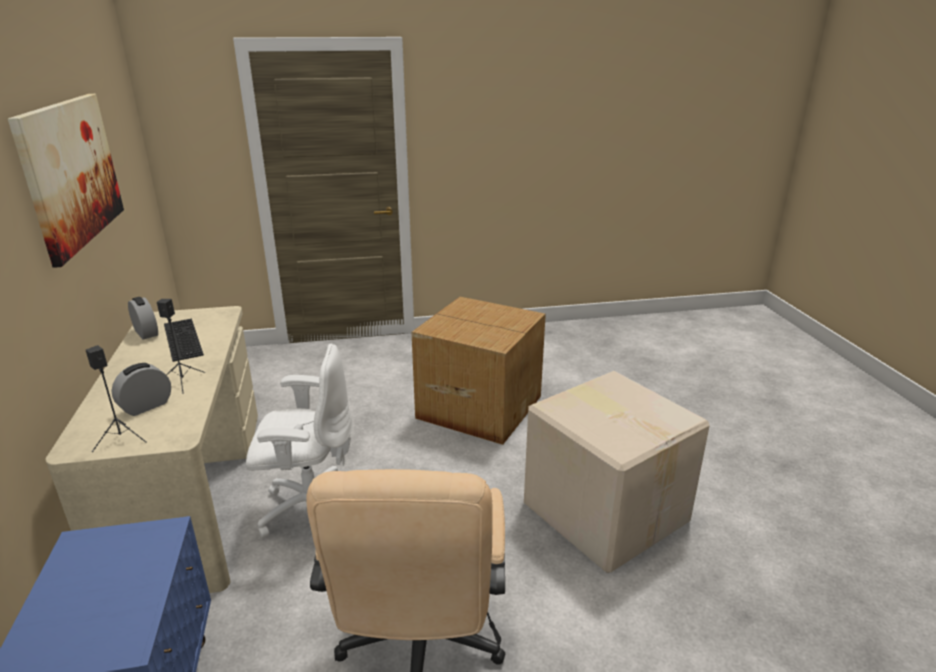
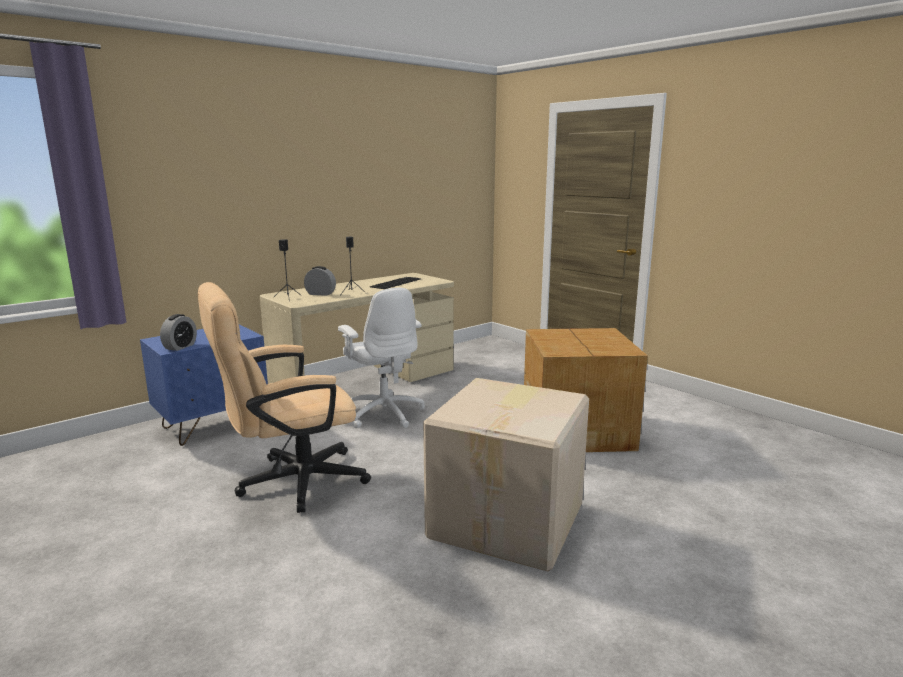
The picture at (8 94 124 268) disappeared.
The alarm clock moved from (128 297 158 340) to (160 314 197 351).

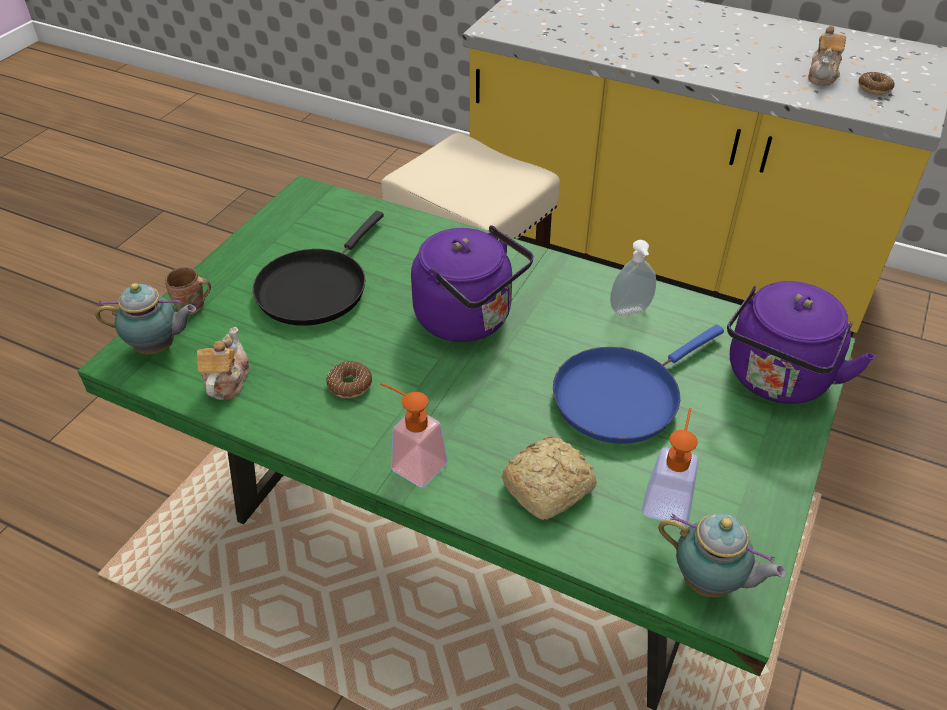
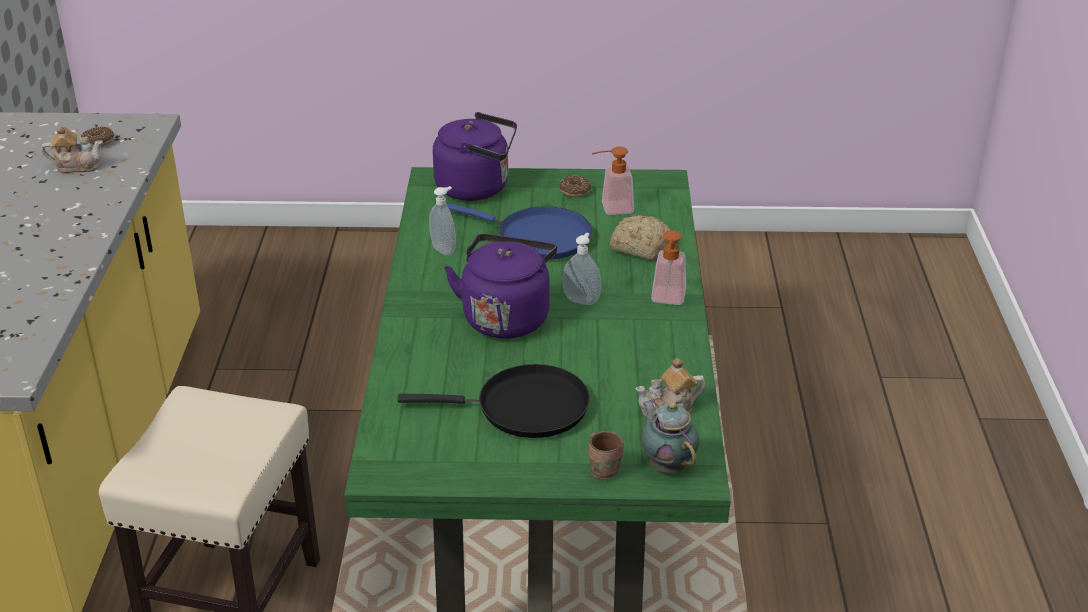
The donut moved from (326 361 372 398) to (559 175 591 197).
The teapot at (658 513 786 598) disappeared.
The soap dispenser at (563 233 602 305) appeared.

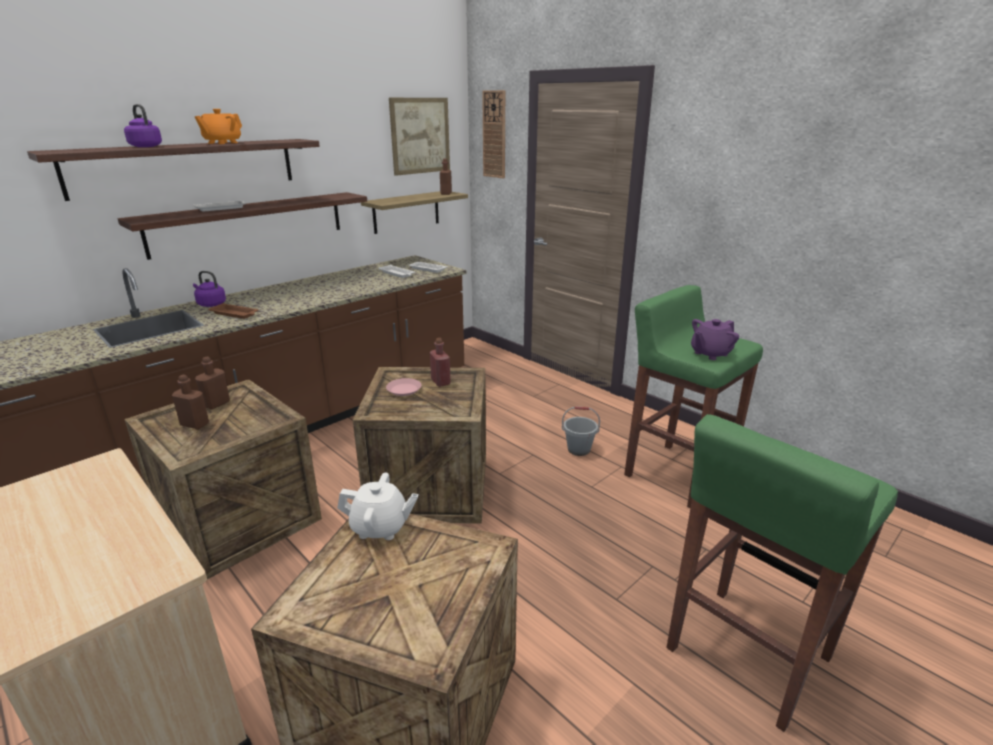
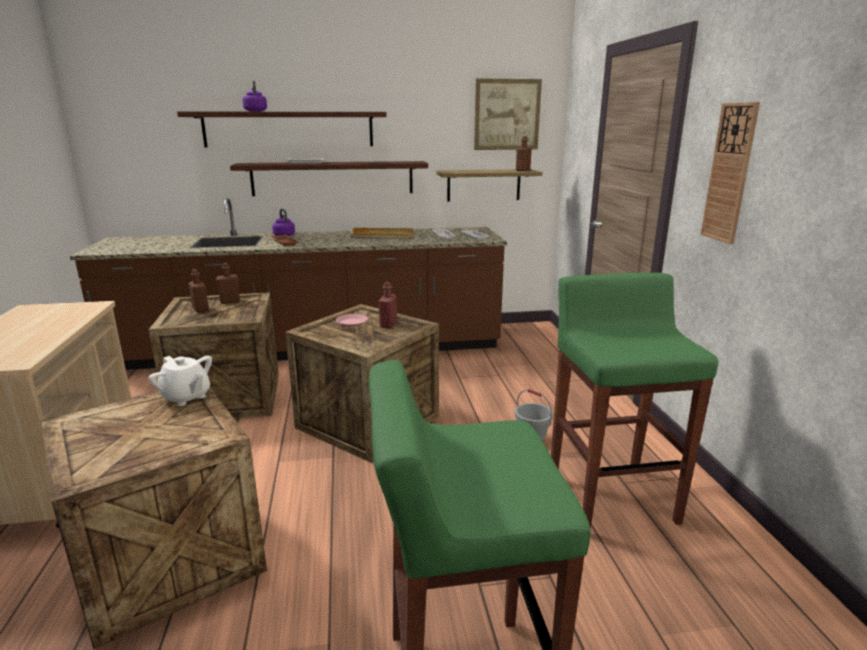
The wall clock moved from (482 90 505 178) to (701 102 760 244).
The teapot (orange) at (195 109 242 144) disappeared.
The teapot (purple) at (691 319 739 360) disappeared.
The tray (beige) at (351 228 413 239) appeared.

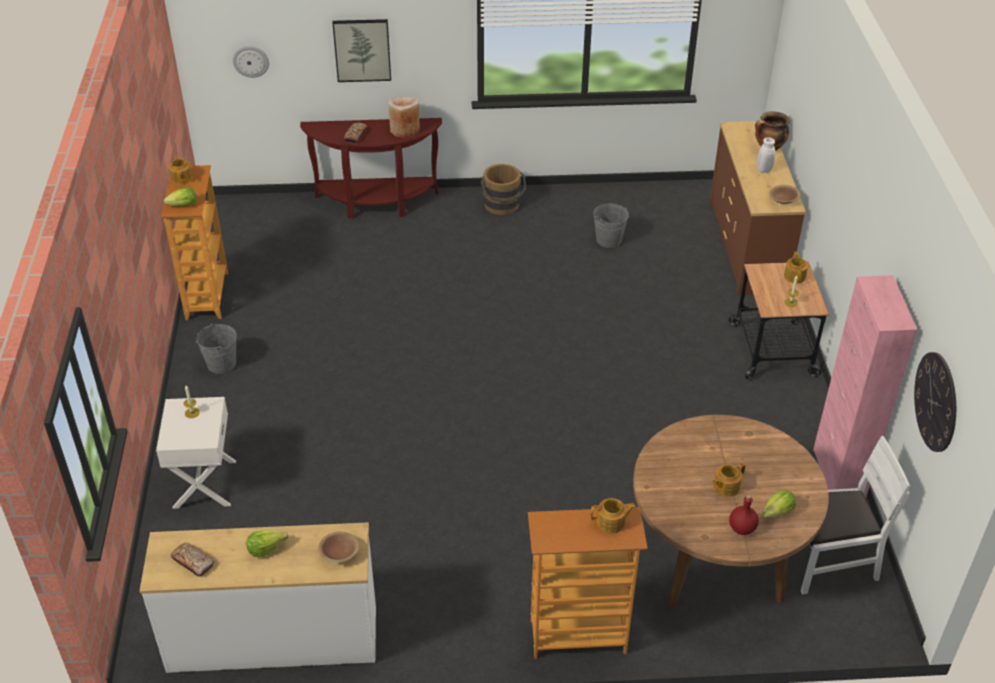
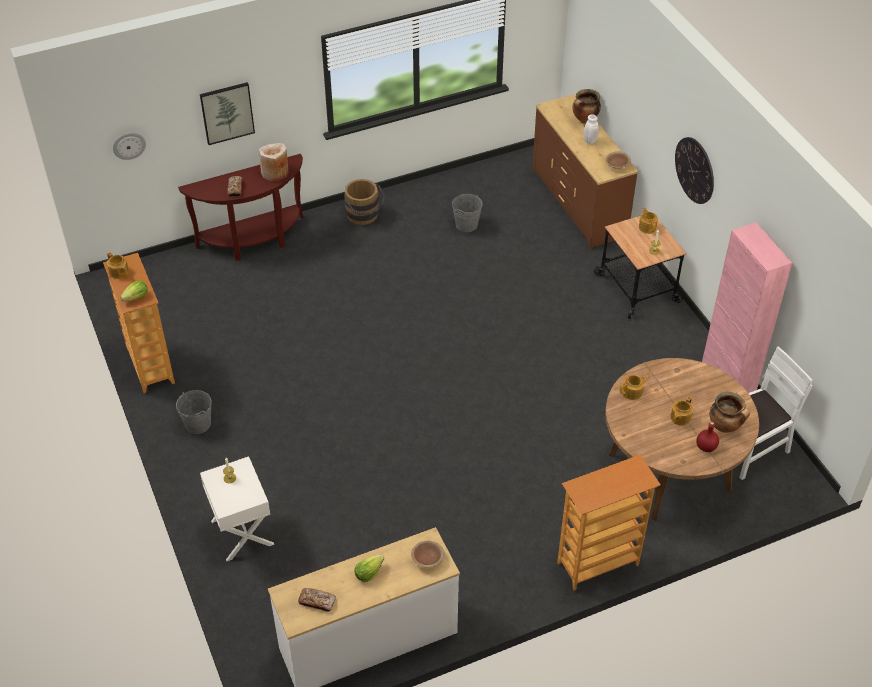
The wall clock moved from (914 352 956 452) to (675 137 714 204).
The lettuce at (762 490 796 518) was replaced by the cooking pot at (710 392 750 433).
The teapot moved from (591 498 636 534) to (620 375 649 400).

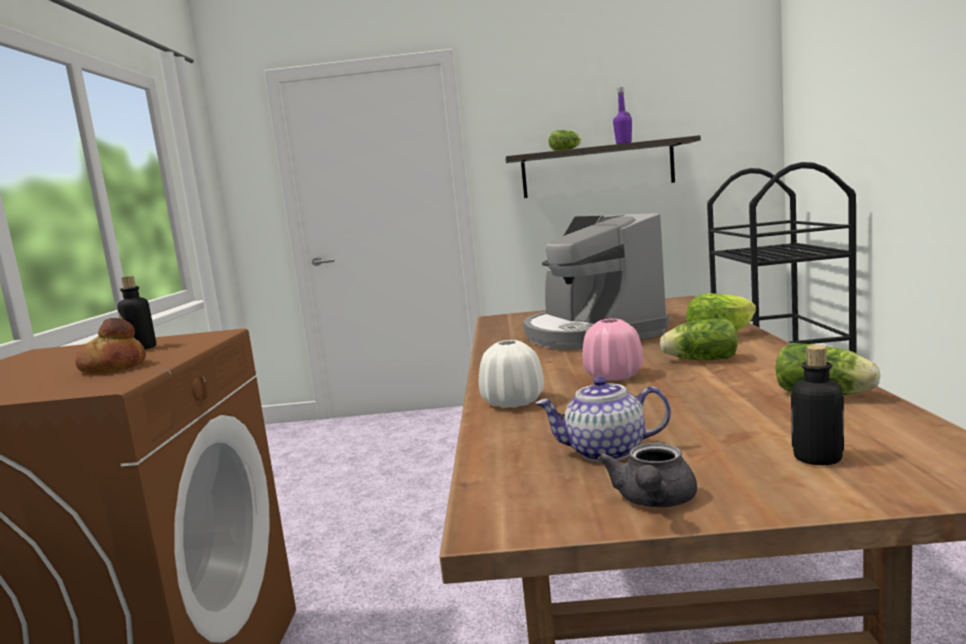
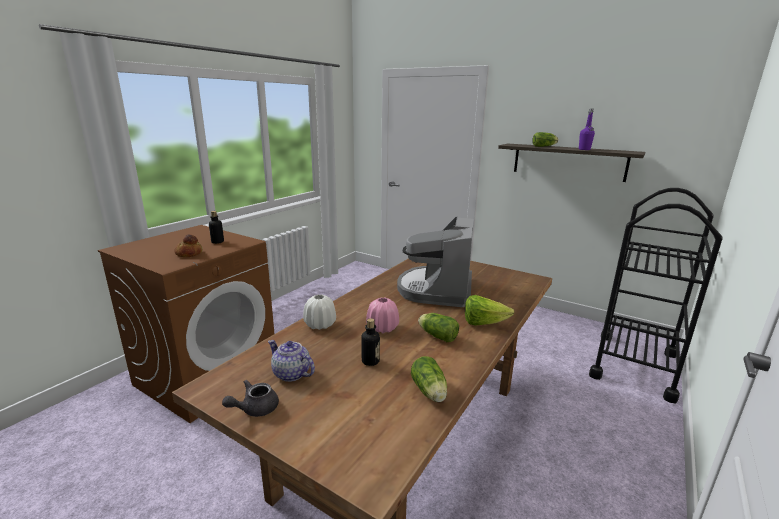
The bottle moved from (791 345 844 465) to (361 318 380 366).

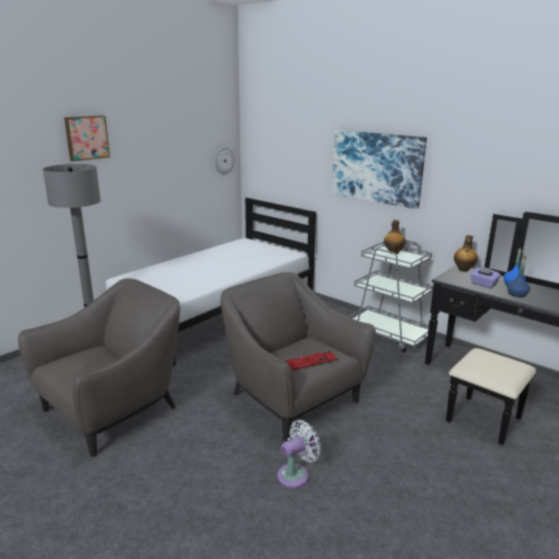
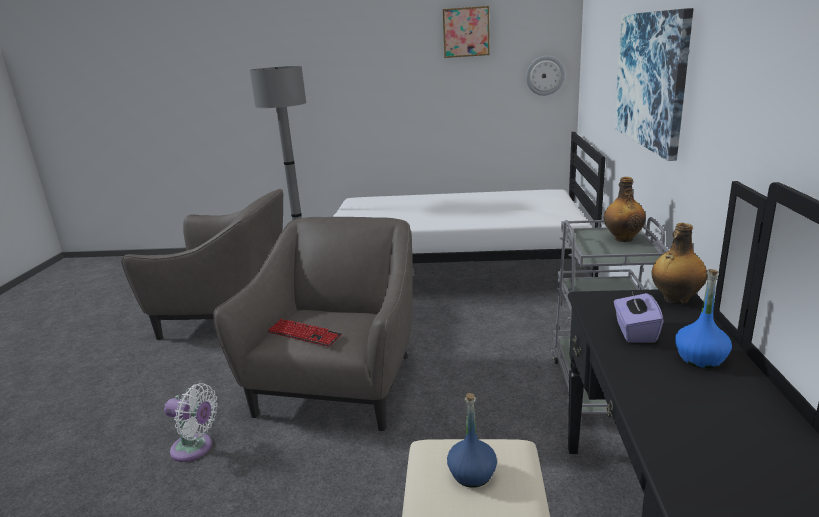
The picture moved from (64 115 110 161) to (443 6 490 58).
The bottle (blue) moved from (507 256 530 297) to (447 393 497 488).

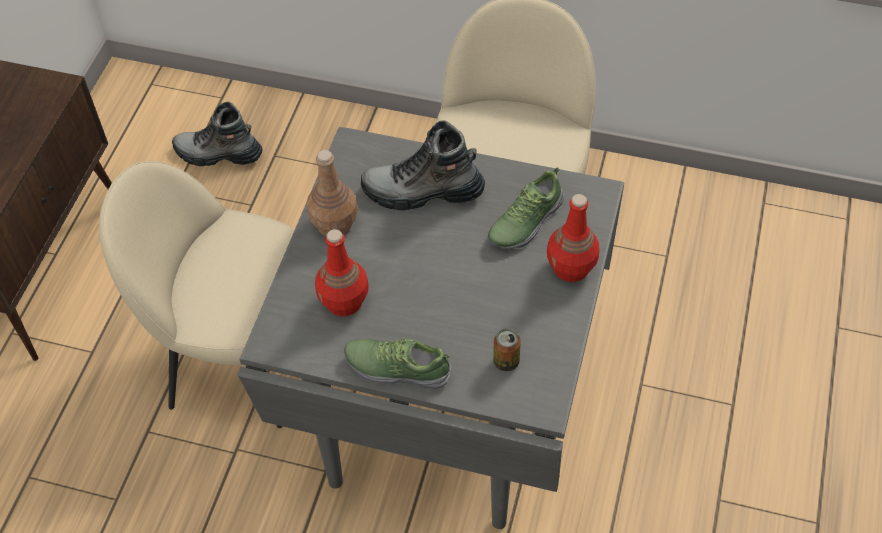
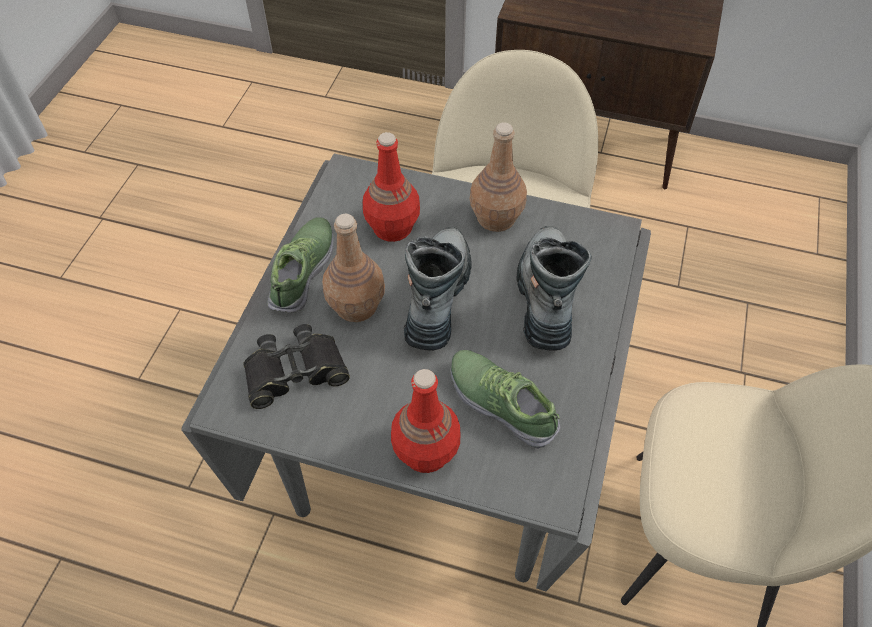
The boot moved from (172 102 263 166) to (404 227 471 351).
The can at (493 328 521 371) was replaced by the binoculars (black) at (243 324 350 409).
The bottle (brown) at (322 214 385 322) appeared.

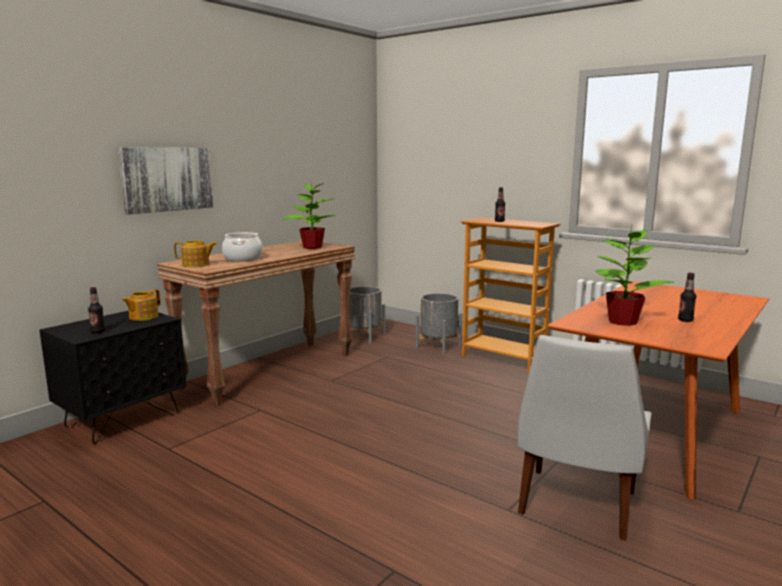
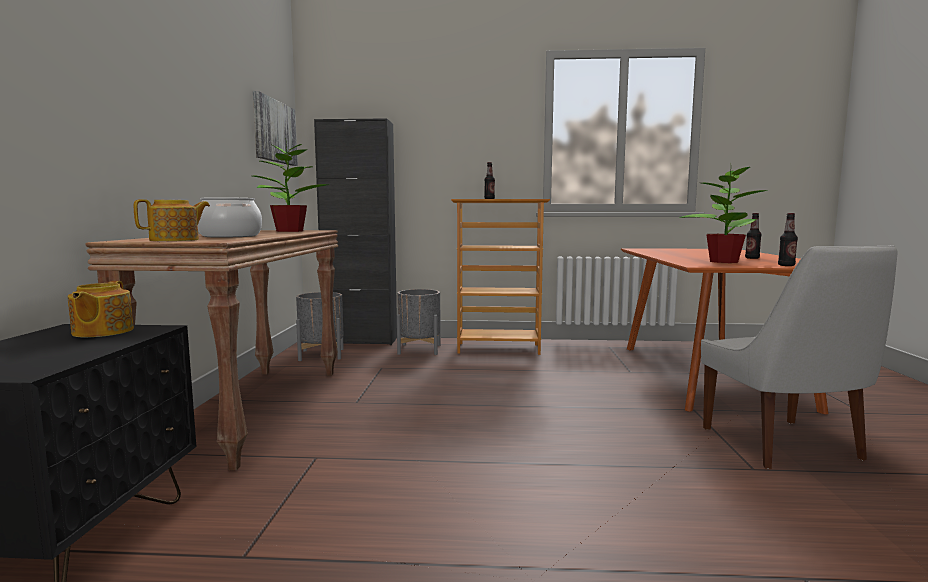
The picture moved from (118 147 214 214) to (253 91 298 166).
The bottle moved from (88 287 105 333) to (778 213 798 266).
The cabinet (black) at (314 118 397 345) appeared.

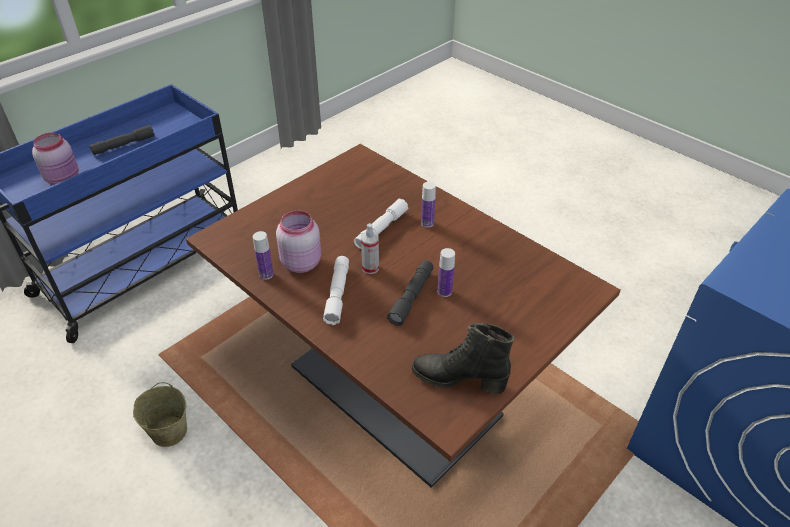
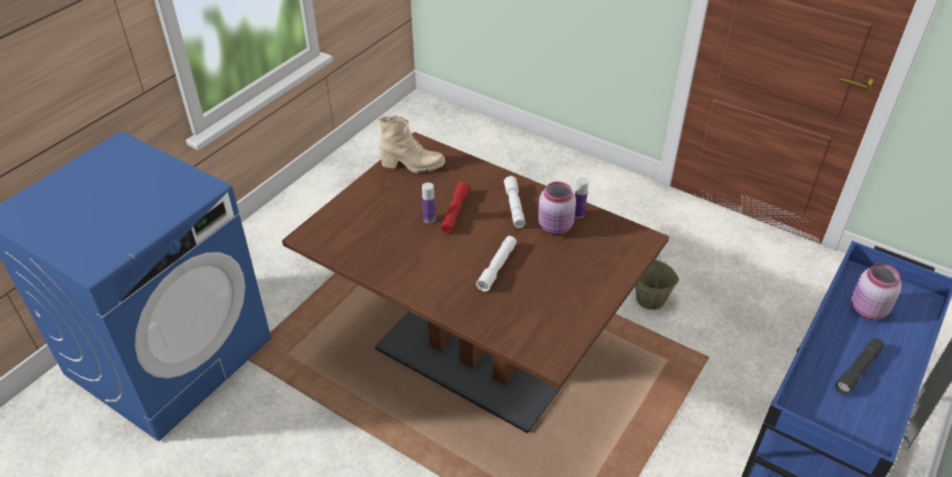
The bottle at (421 182 436 228) disappeared.
The spray bottle at (361 223 379 274) disappeared.
The flashlight (grey) at (387 260 434 326) became the flashlight (red) at (441 181 470 233).
The boot (black) at (412 323 514 394) became the boot (beige) at (379 116 445 173).

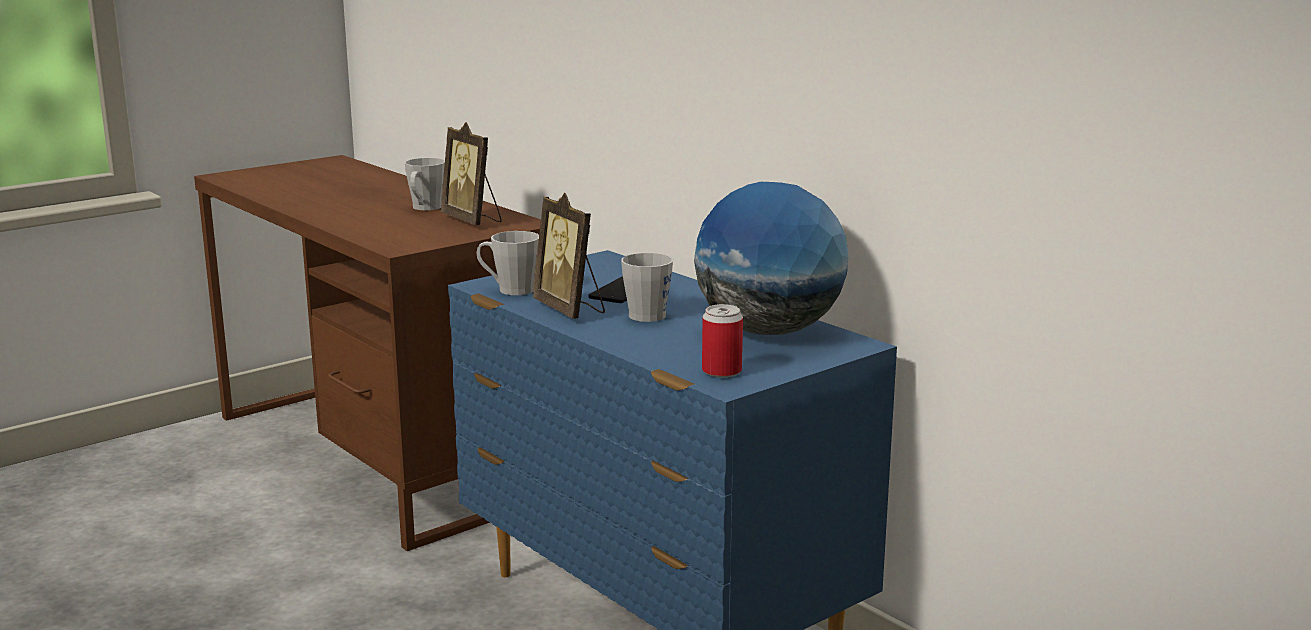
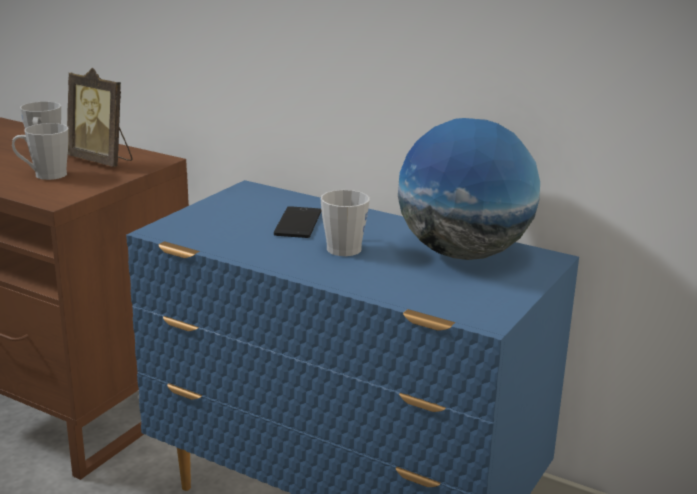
The picture frame at (533 193 605 319) disappeared.
The mug (grey) moved from (476 231 539 295) to (12 123 69 180).
The can at (702 304 743 378) disappeared.

